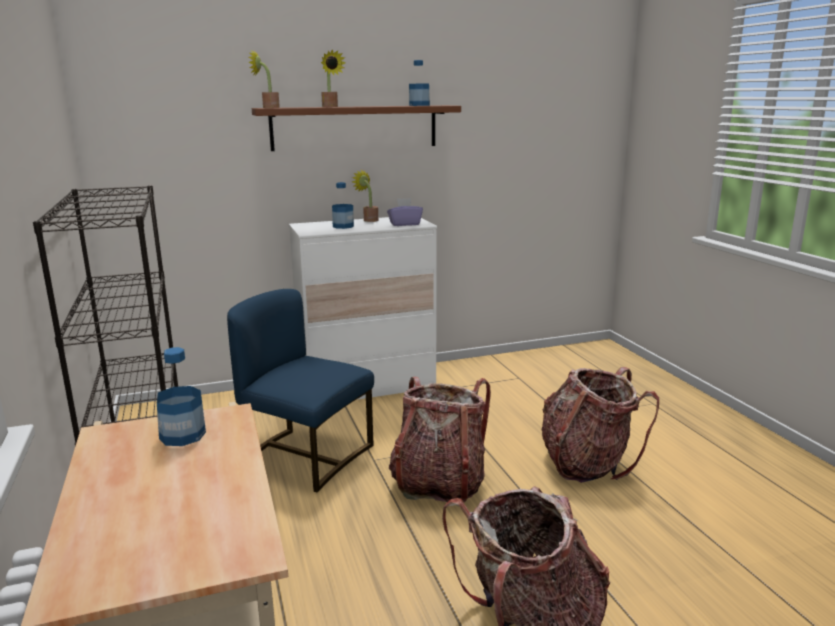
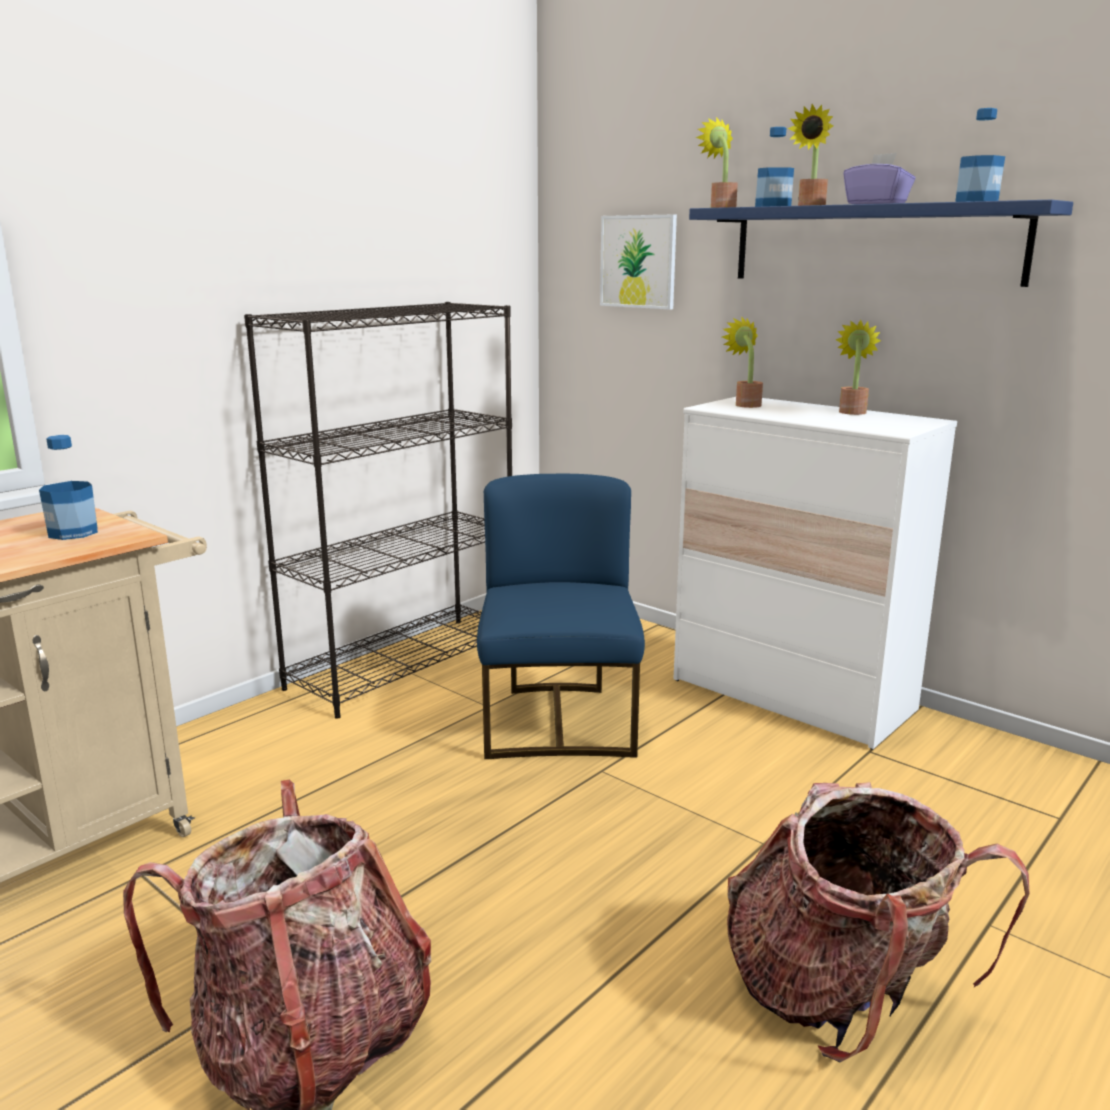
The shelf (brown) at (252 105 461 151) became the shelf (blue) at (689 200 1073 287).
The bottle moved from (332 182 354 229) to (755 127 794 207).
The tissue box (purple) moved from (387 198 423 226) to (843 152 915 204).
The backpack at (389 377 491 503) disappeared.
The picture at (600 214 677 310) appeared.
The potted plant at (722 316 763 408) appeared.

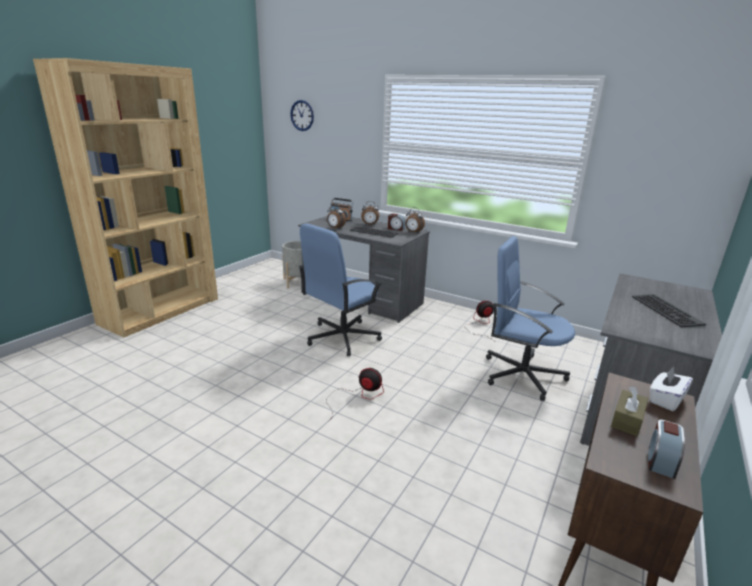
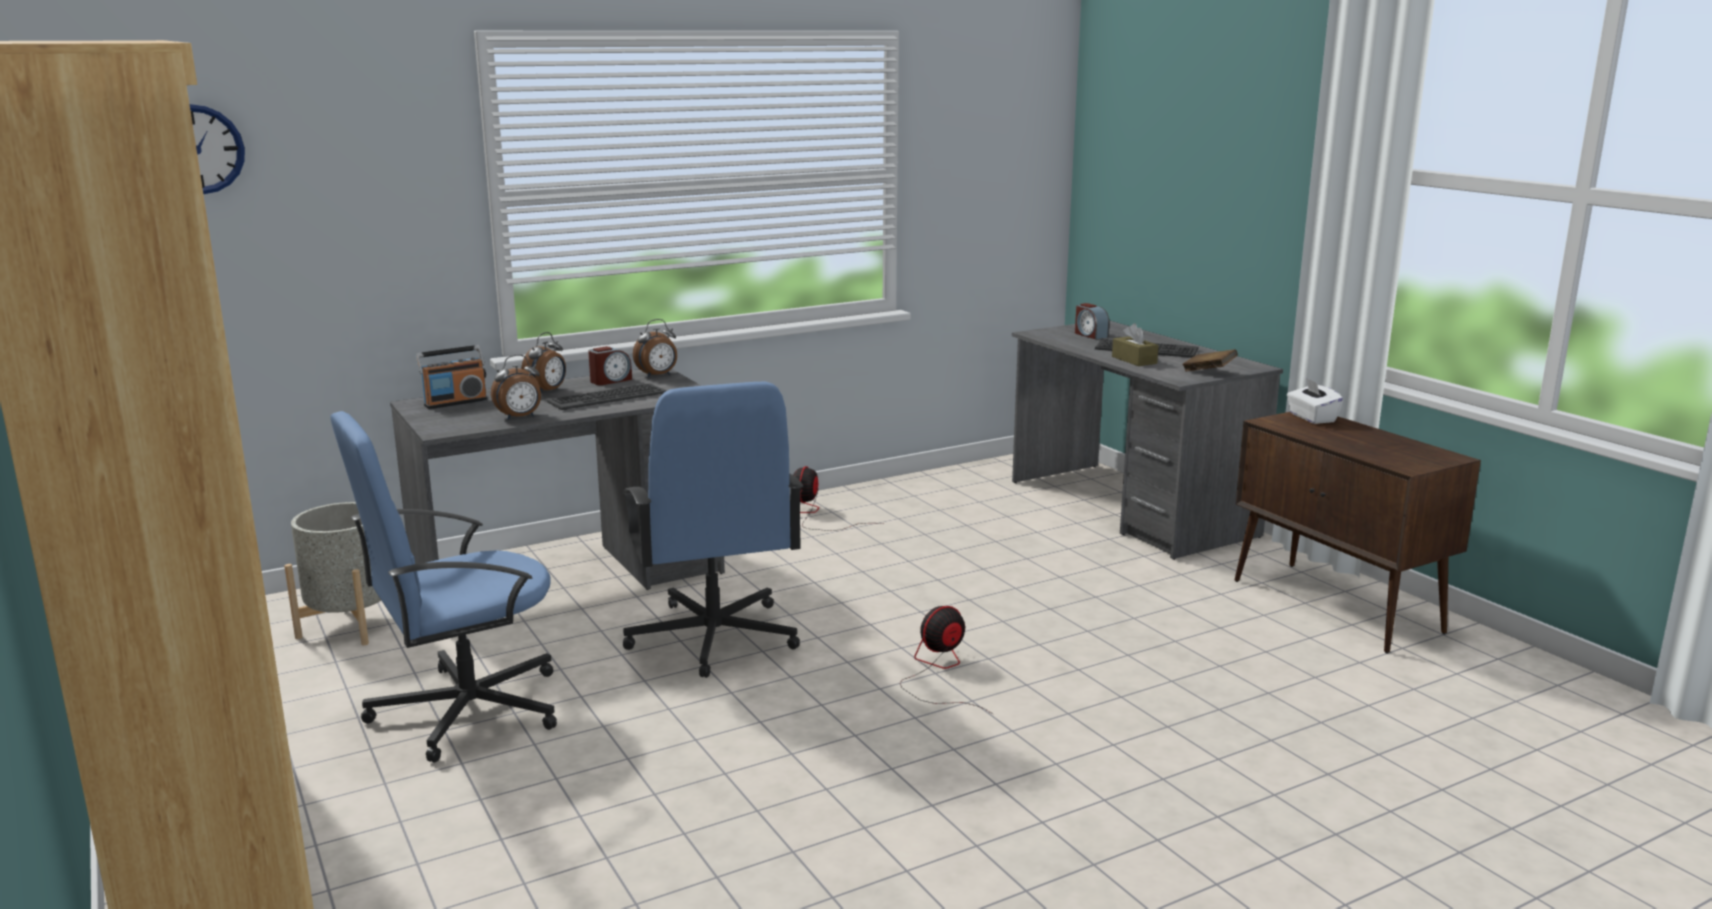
The office chair (blue) moved from (486 236 575 401) to (330 411 557 762).
The tissue box (brown) moved from (611 387 648 436) to (1112 323 1159 366).
The alarm clock moved from (648 420 685 479) to (1075 303 1109 339).
The book (brown) at (1182 349 1238 372) appeared.

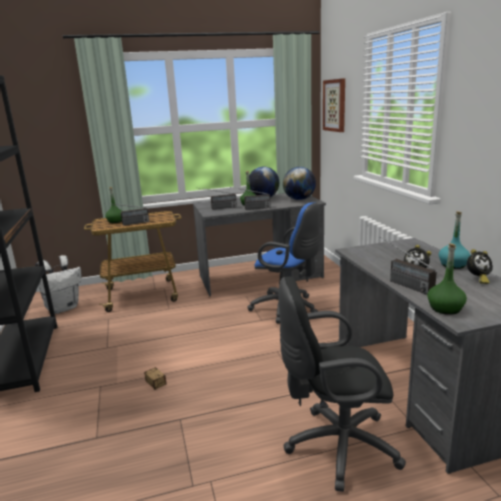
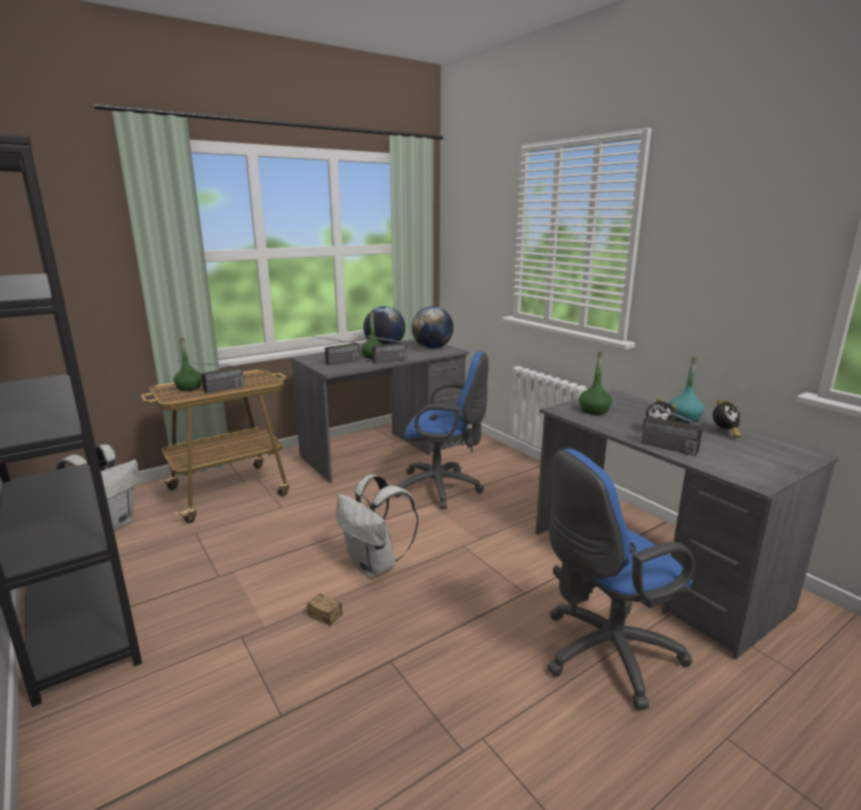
The picture at (323 78 345 132) disappeared.
The bottle (green) moved from (427 243 467 315) to (579 351 612 415).
The office chair (black) at (278 276 406 492) became the office chair (blue) at (547 448 695 710).
The backpack (white) at (336 474 418 578) appeared.

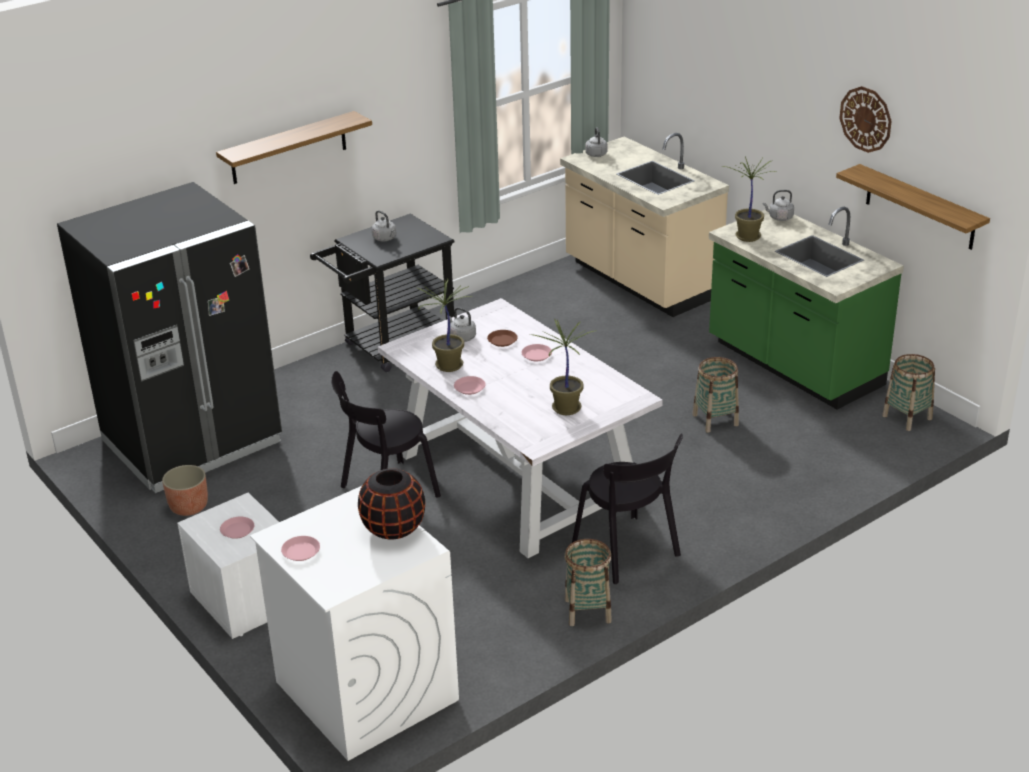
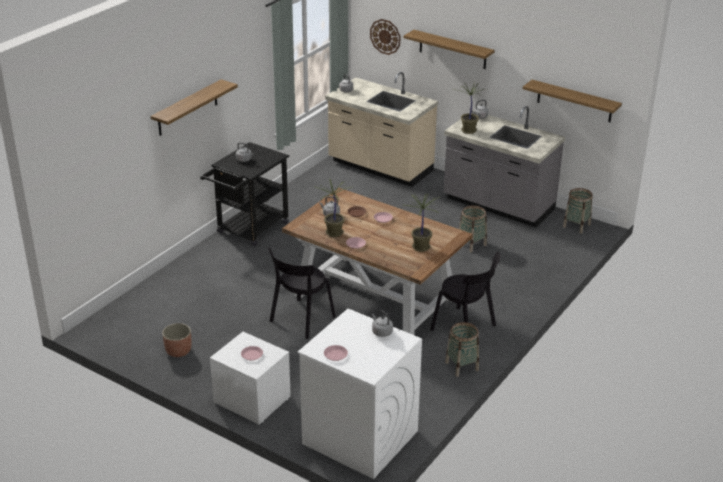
The wall clock moved from (839 86 892 153) to (370 19 400 55).
The fridge (black) at (57 182 282 493) disappeared.
The counter (green) at (709 207 904 409) became the counter (grey) at (443 106 565 227).
The dining table (white) at (378 298 663 558) became the dining table (brown) at (282 188 473 335).
The vase (black) at (358 468 425 539) was replaced by the kettle (grey) at (372 310 393 337).
The shelf at (404 30 495 69) appeared.

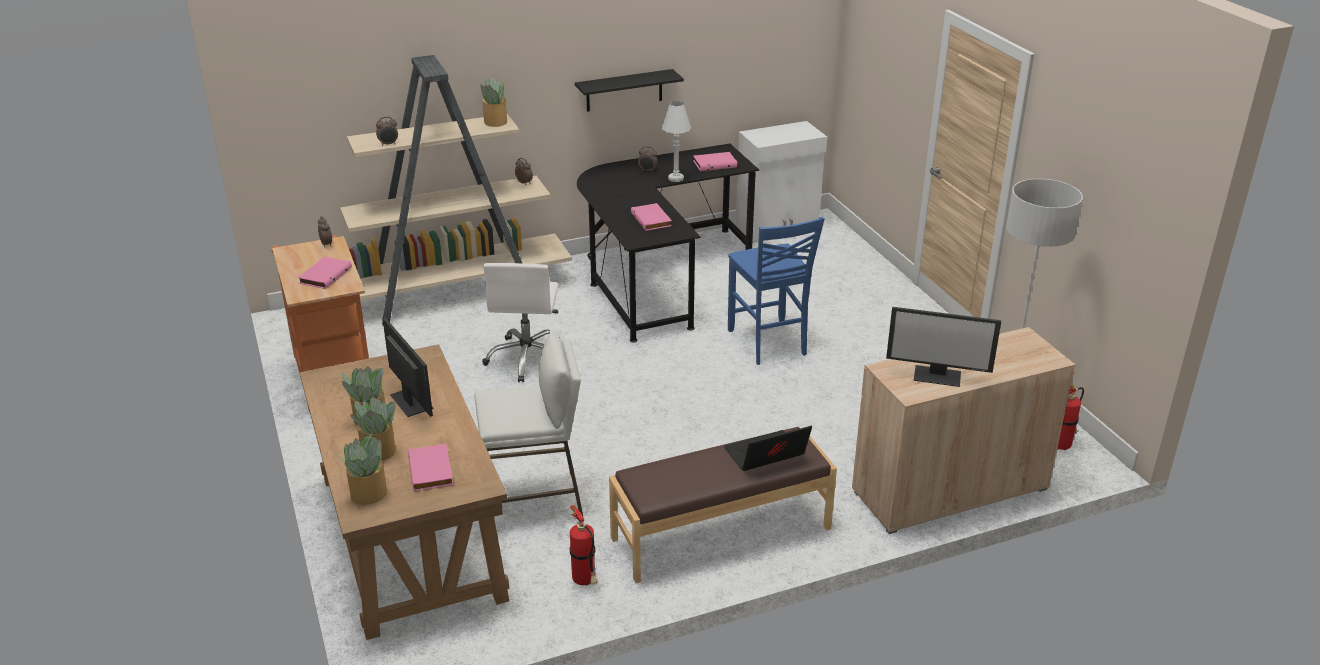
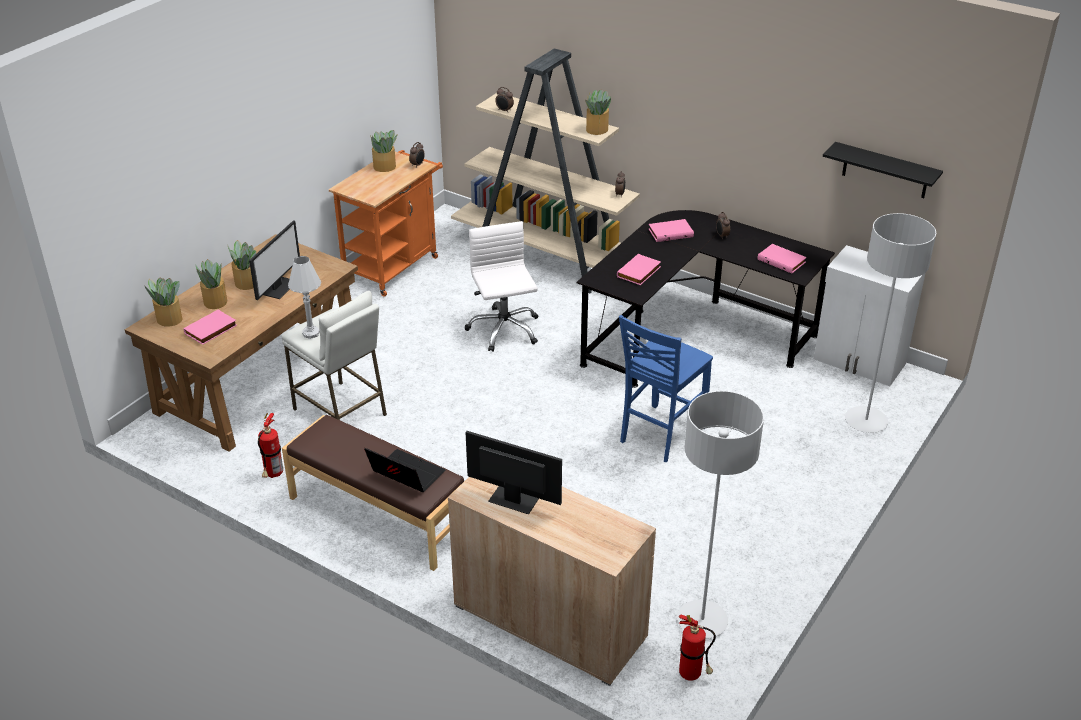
The shelf (black) moved from (575 69 684 112) to (823 142 943 198).
The table lamp (white) moved from (662 101 691 182) to (288 256 321 339).
The book (pink) moved from (298 256 352 289) to (648 219 694 242).
The office chair (white) at (482 263 560 382) turned 105 degrees clockwise.
The monitor at (886 307 1001 387) turned 135 degrees clockwise.
The potted plant at (370 130 398 172) appeared.
The floor lamp (grey) at (845 213 936 433) appeared.

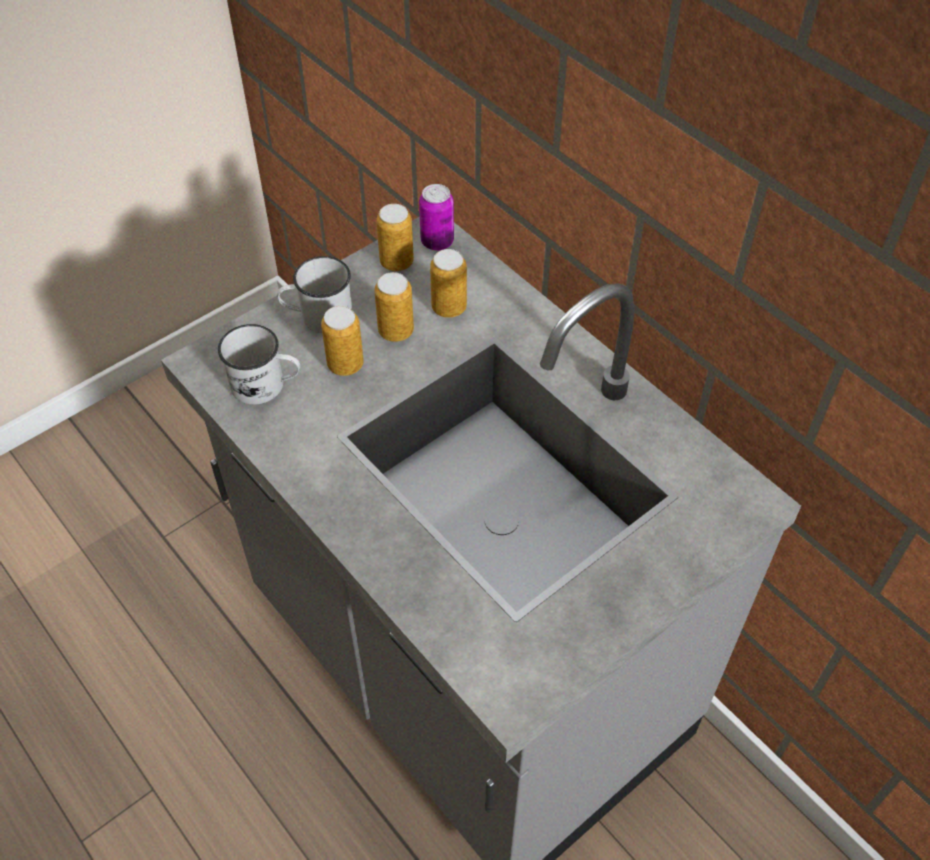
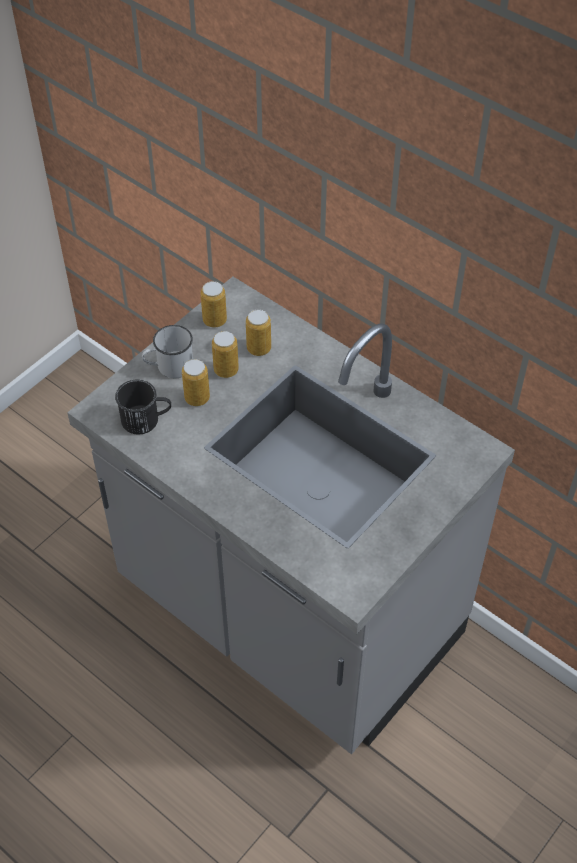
The can at (419 184 454 251) disappeared.
The mug (white) at (218 324 301 405) became the mug (black) at (115 379 171 434).

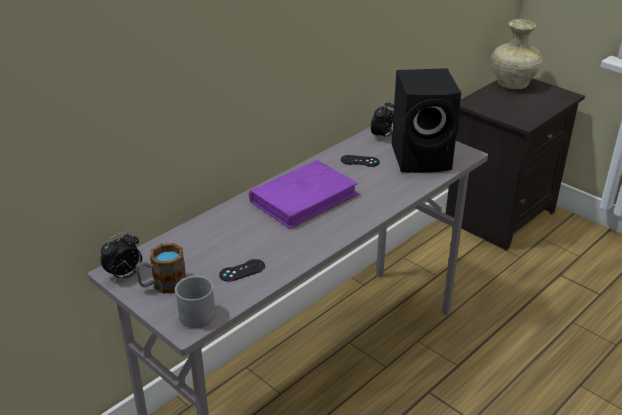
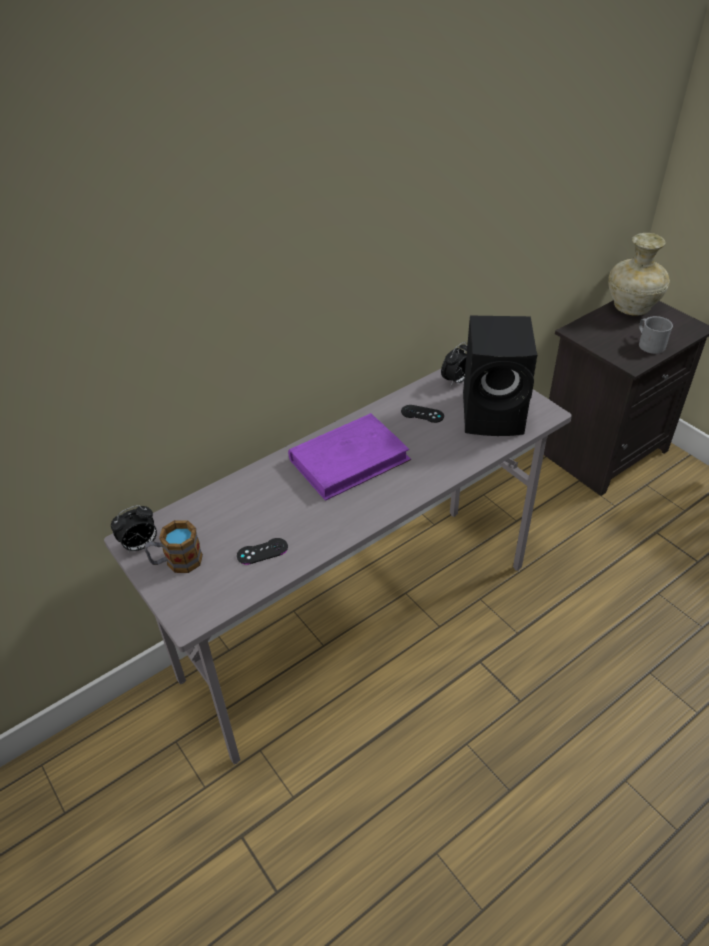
The mug (grey) moved from (175 276 215 328) to (639 316 673 354).

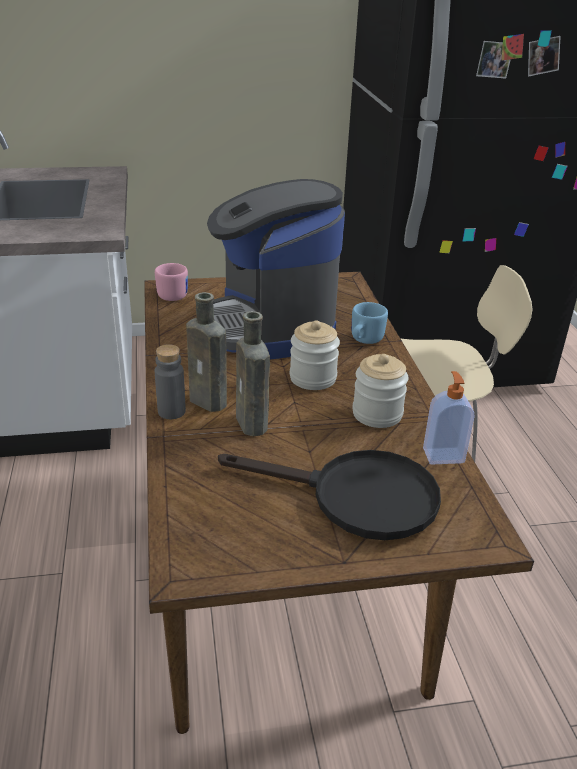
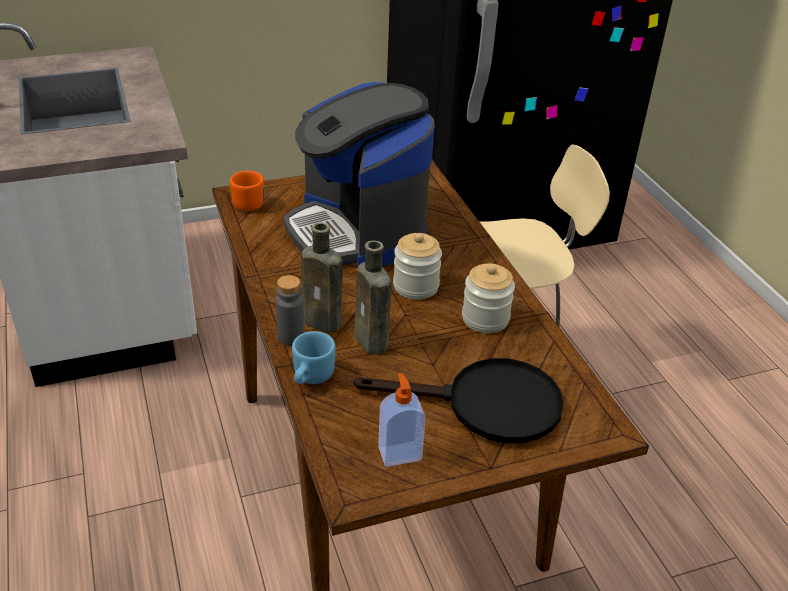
The mug (pink) at (155 263 188 301) became the mug (orange) at (230 171 264 211).
The mug (blue) moved from (352 302 388 344) to (292 331 336 384).
The soap dispenser moved from (423 371 475 464) to (378 373 426 467).

